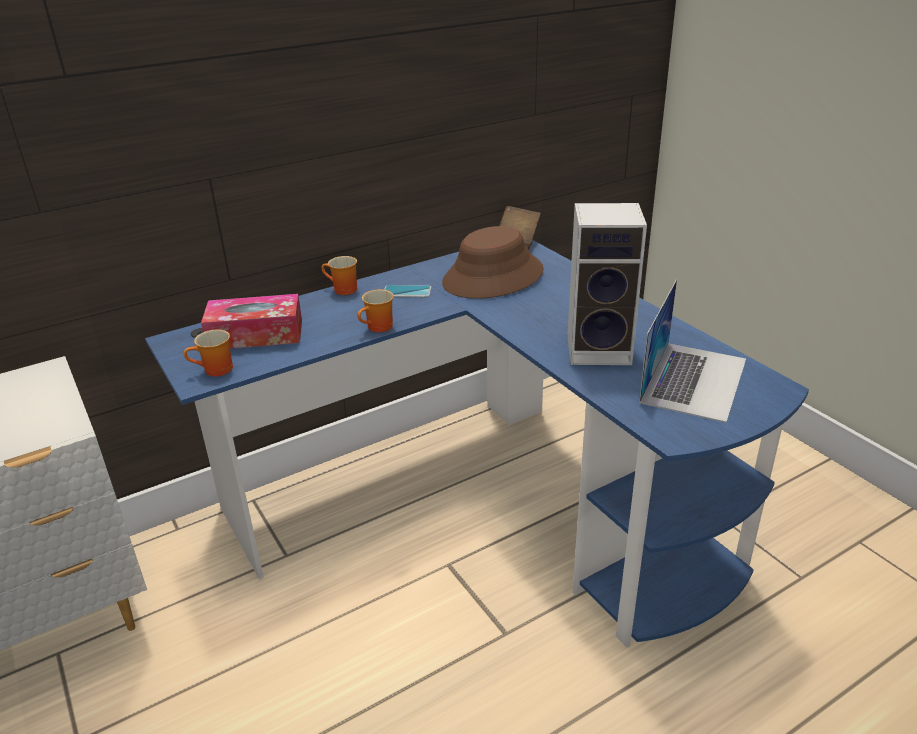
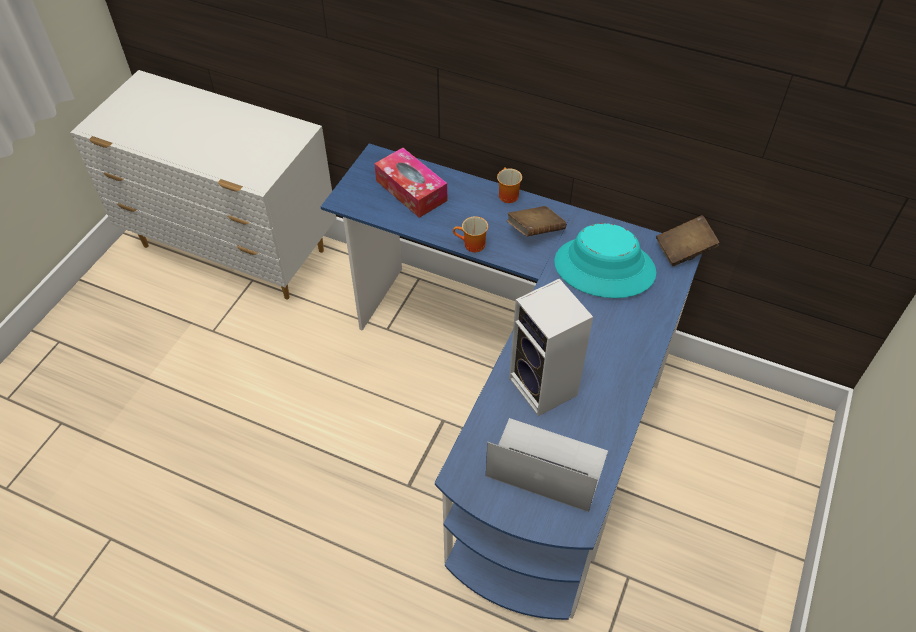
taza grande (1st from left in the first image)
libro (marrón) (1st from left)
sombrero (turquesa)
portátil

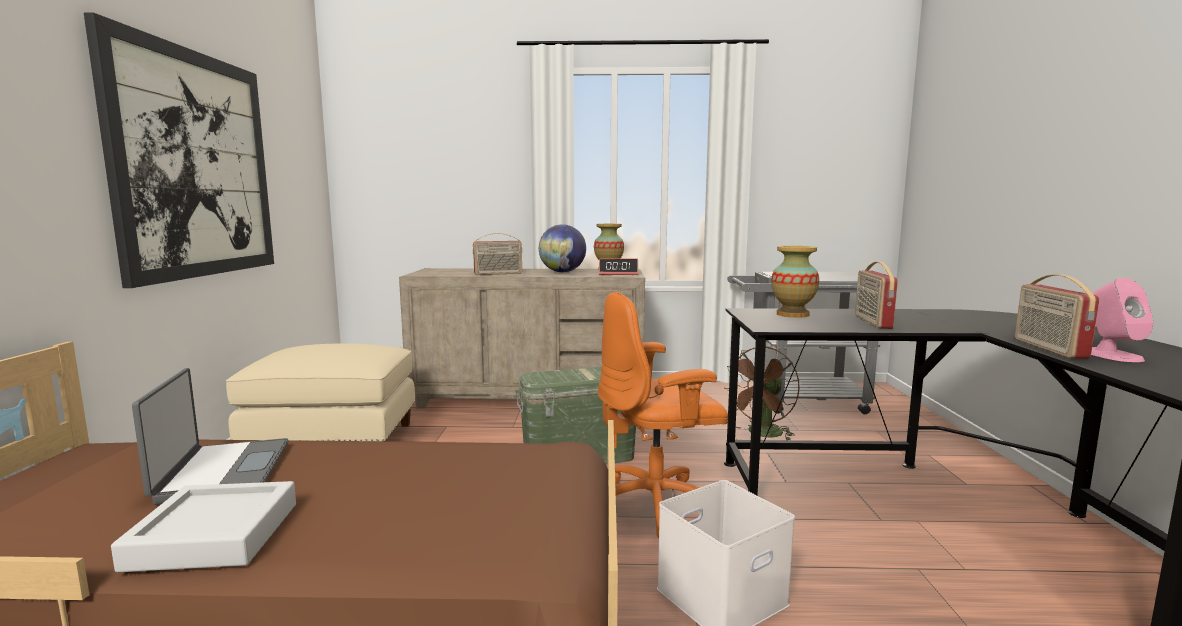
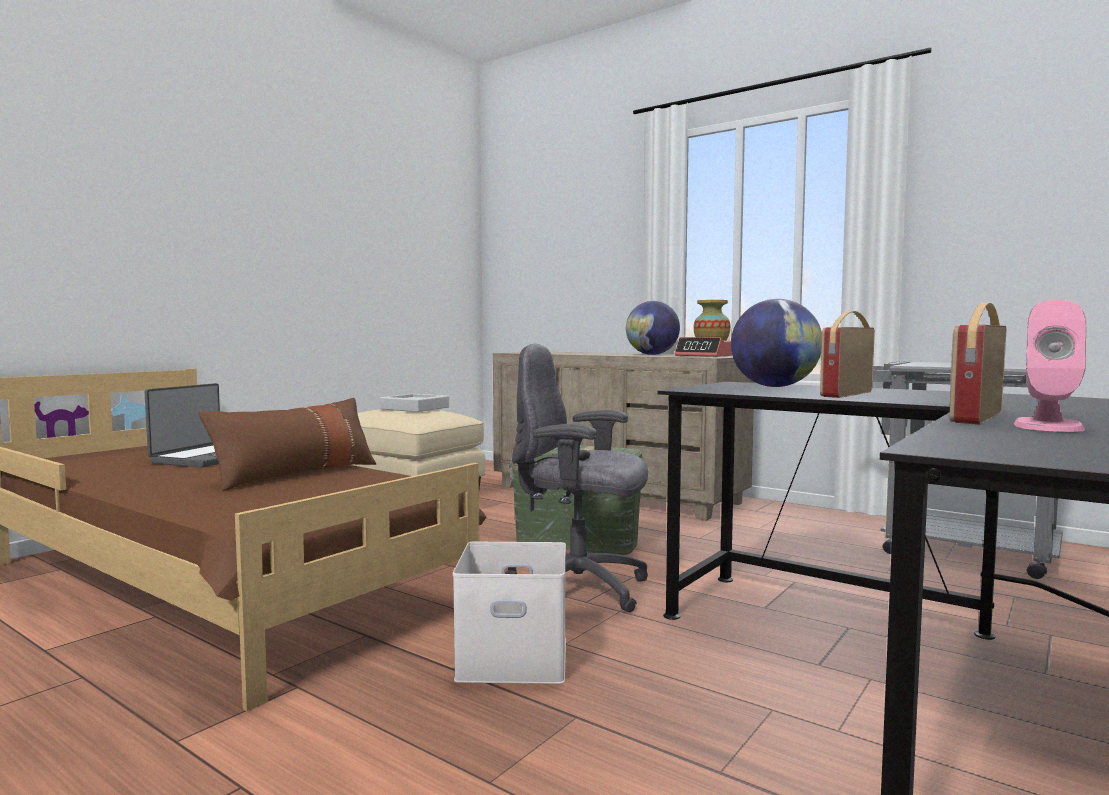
cuadro
radio (1st from left in the first image)
ventilador (marrón)
cojín (marrón)
bandeja (gris)
globo terráqueo (2nd from left)
silla de oficina (gris)

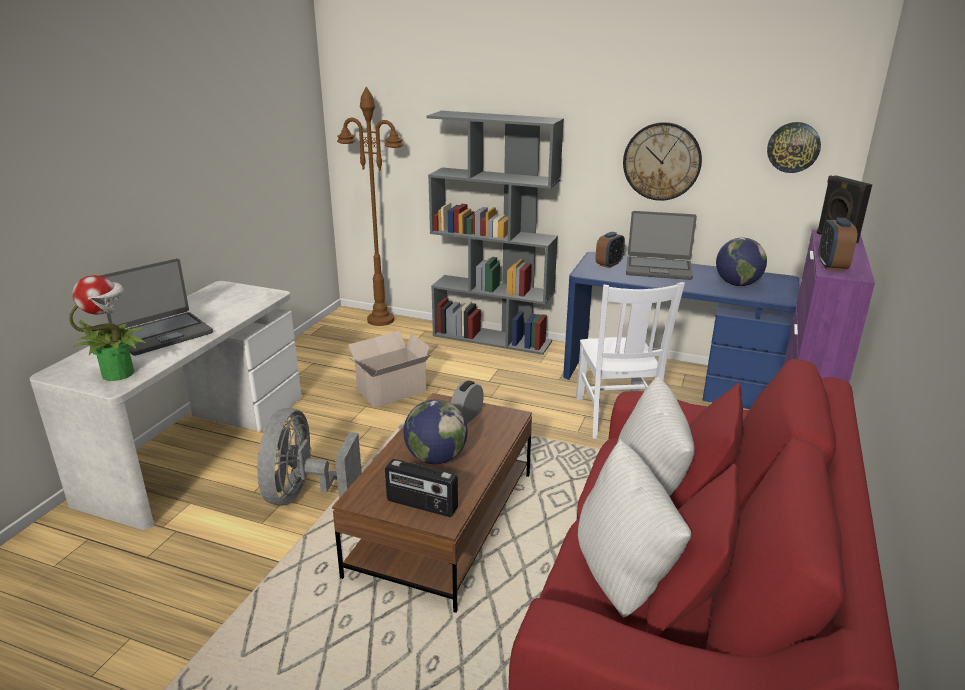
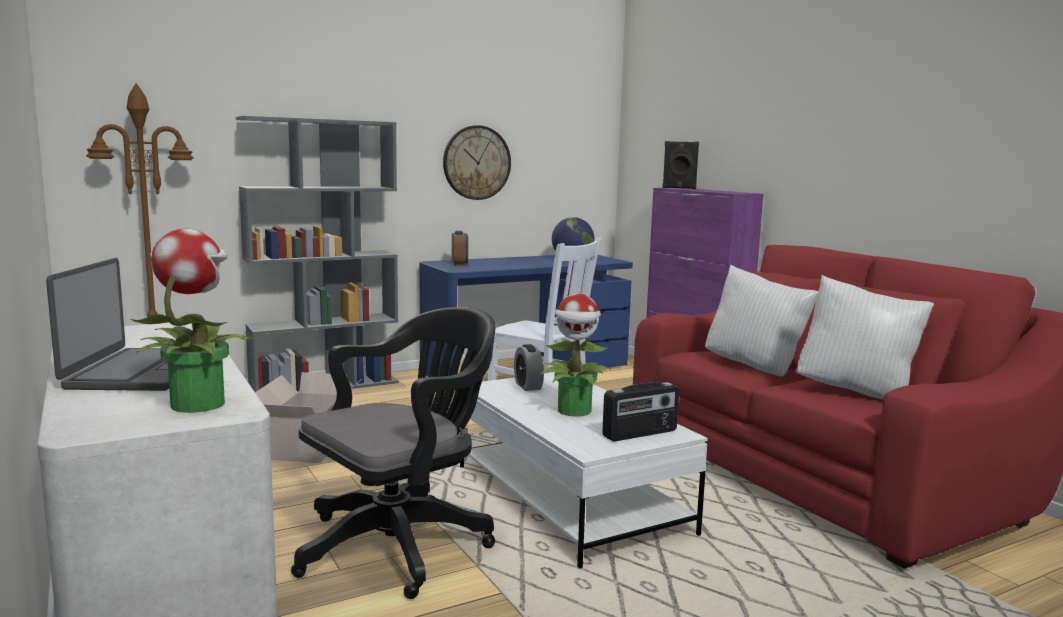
portátil (2nd from left in the first image)
reloj de pared (2nd from left in the first image)
despertador (3rd from left in the first image)
silla de oficina (negro)
planta en maceta (2nd from left)
mesa de centro (blanco)

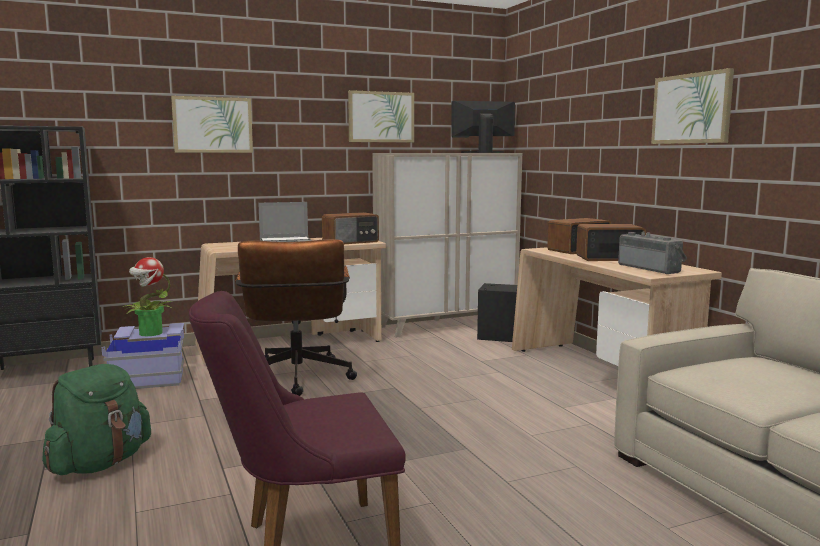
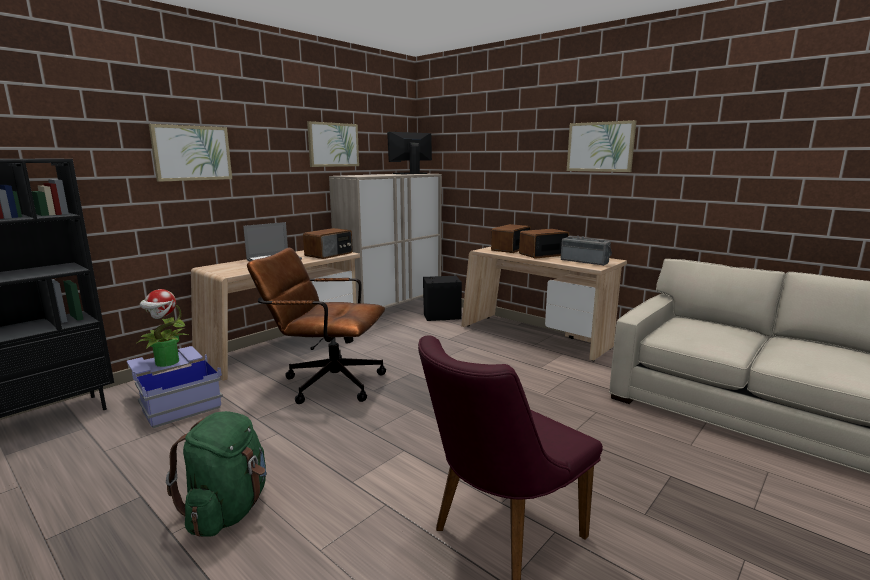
silla de oficina (marrón)

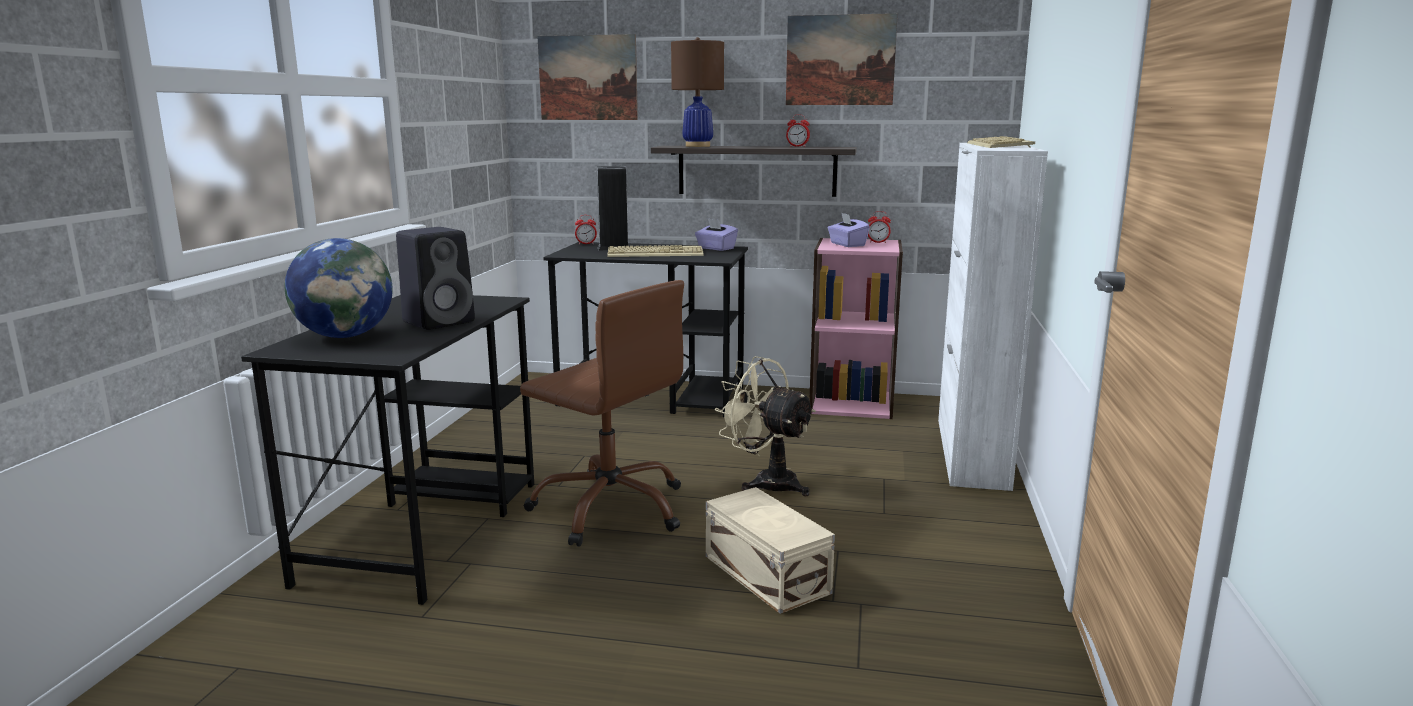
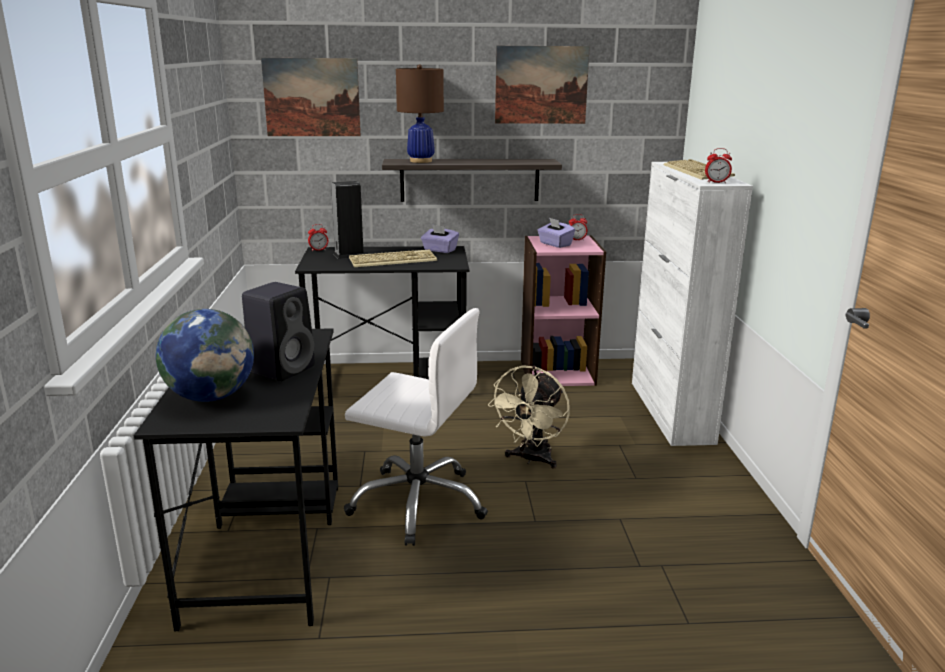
caja de almacenaje (beis)
despertador (3rd from left)
silla de oficina (blanco)
ventilador (beis)

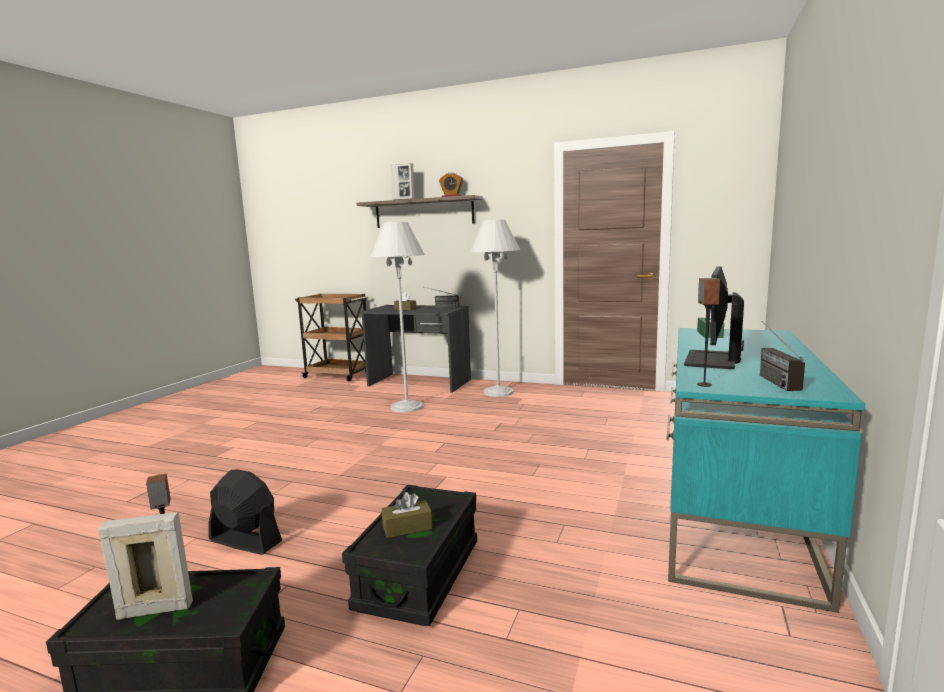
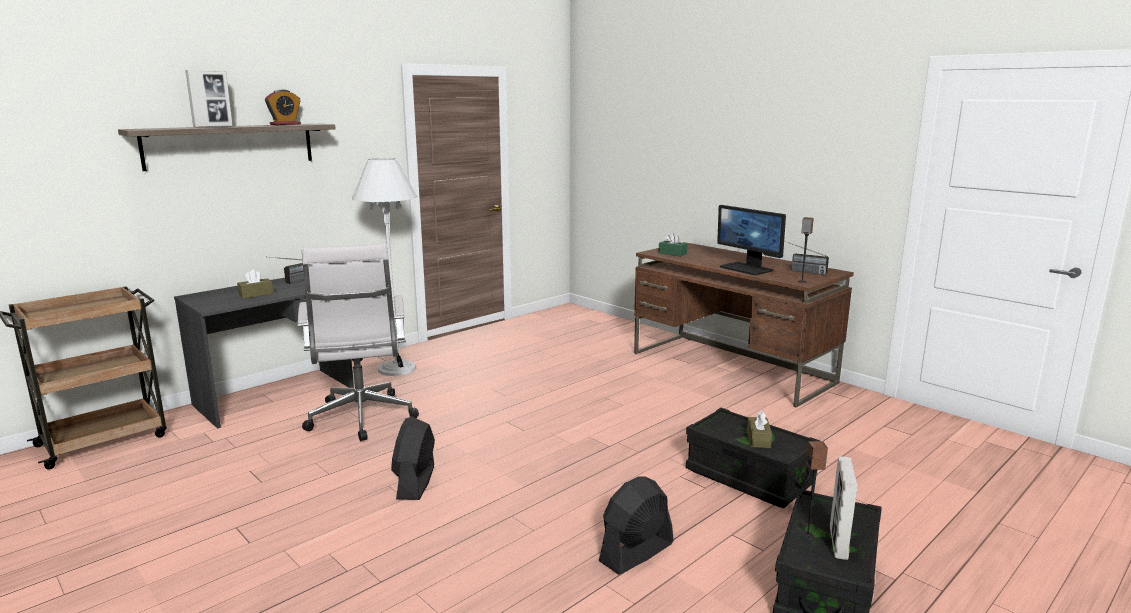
ventilador (negro) (1st from left)
silla de oficina (blanco)
escritorio (marrón)

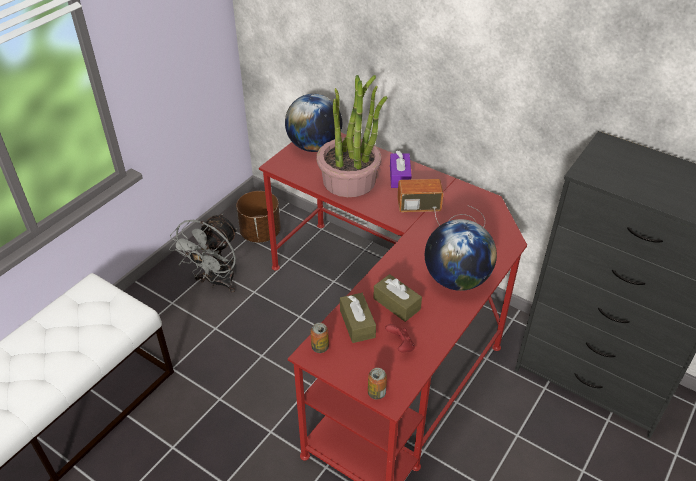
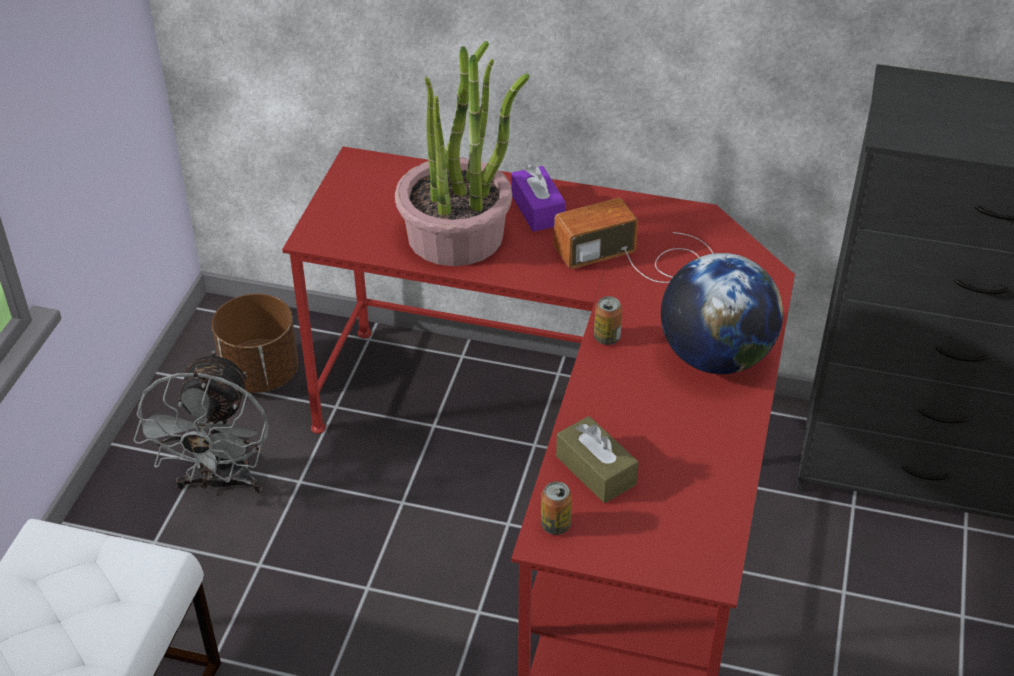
globo terráqueo (1st from left in the first image)
caja de pañuelos (marrón) (2nd from left in the first image)
mando de consola (rojo)
lata (2nd from left)

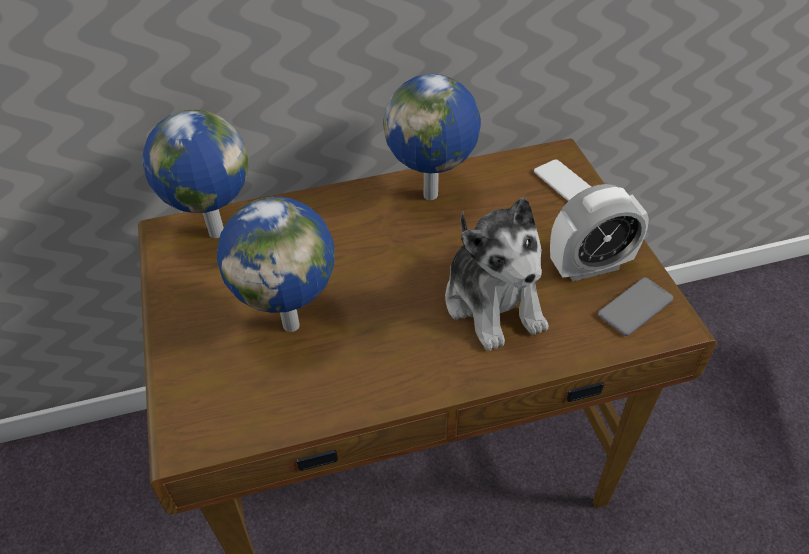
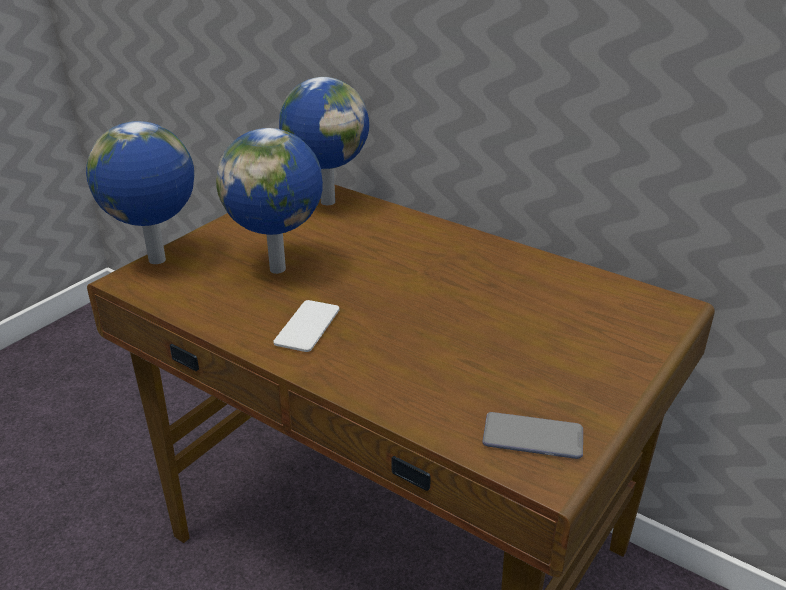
peluche
despertador
globo terráqueo (1st from left)
móvil (1st from left)

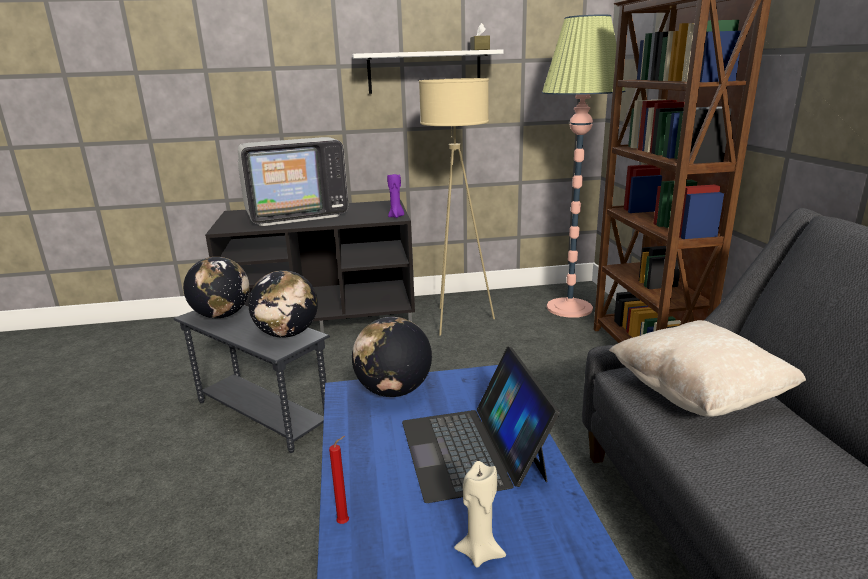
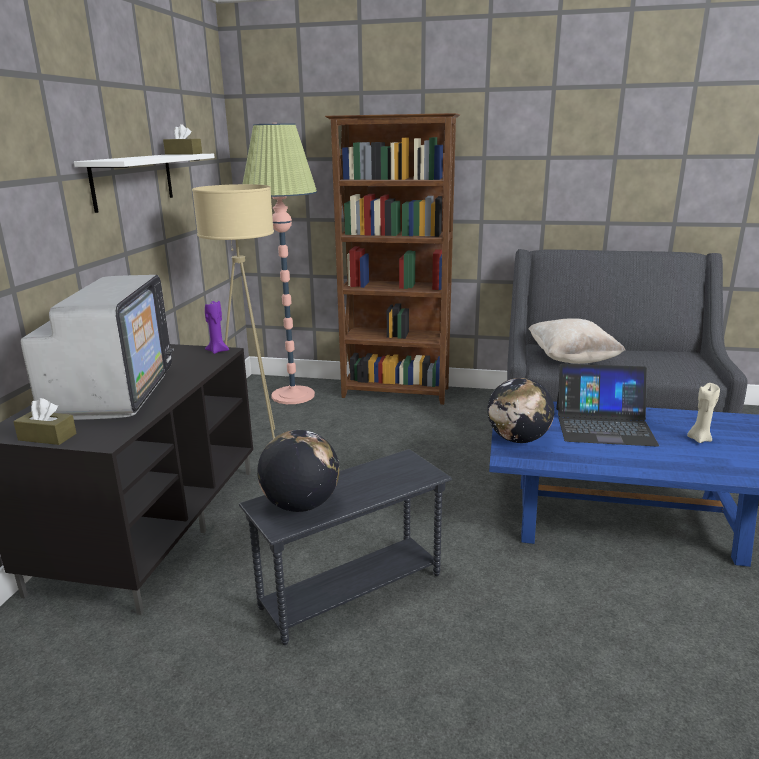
globo terráqueo (2nd from left in the first image)
vela (rojo)
caja de pañuelos (marrón) (1st from left)

